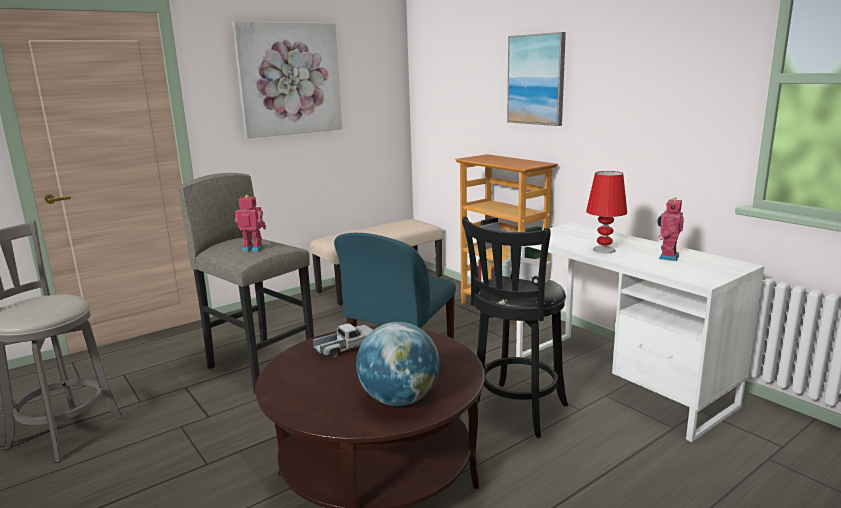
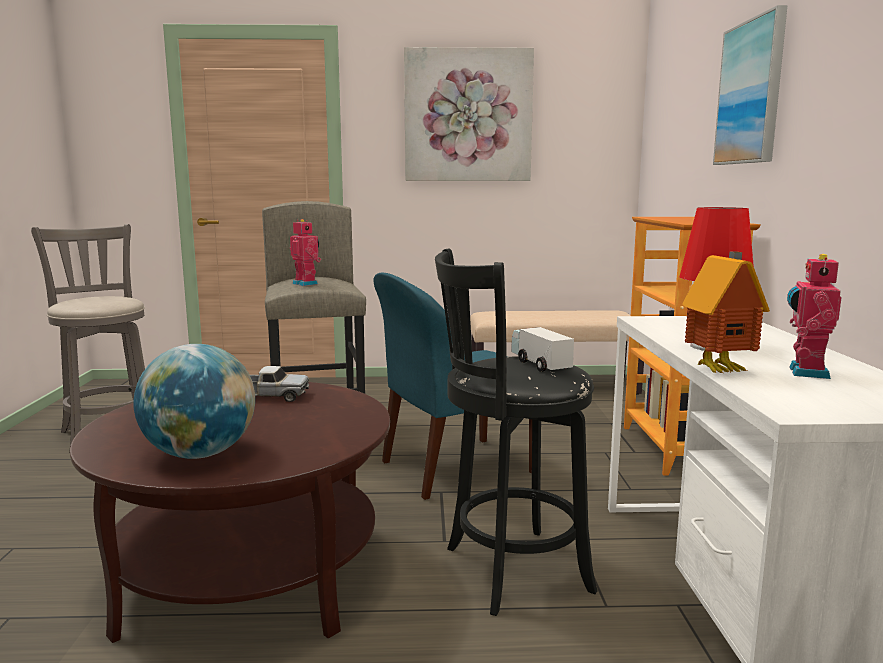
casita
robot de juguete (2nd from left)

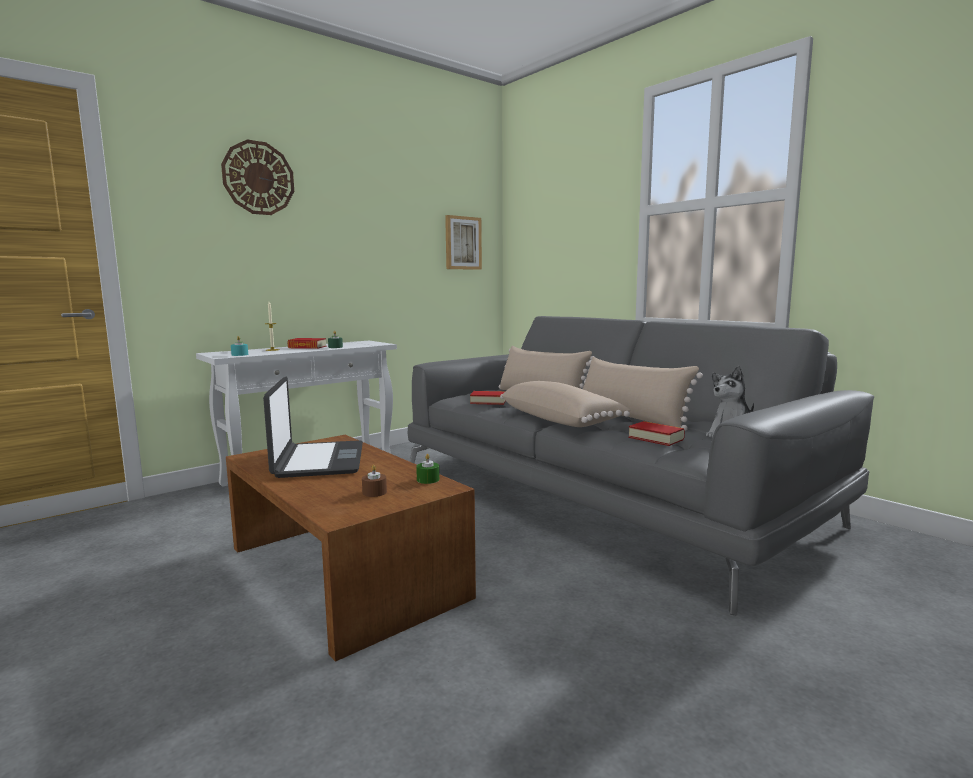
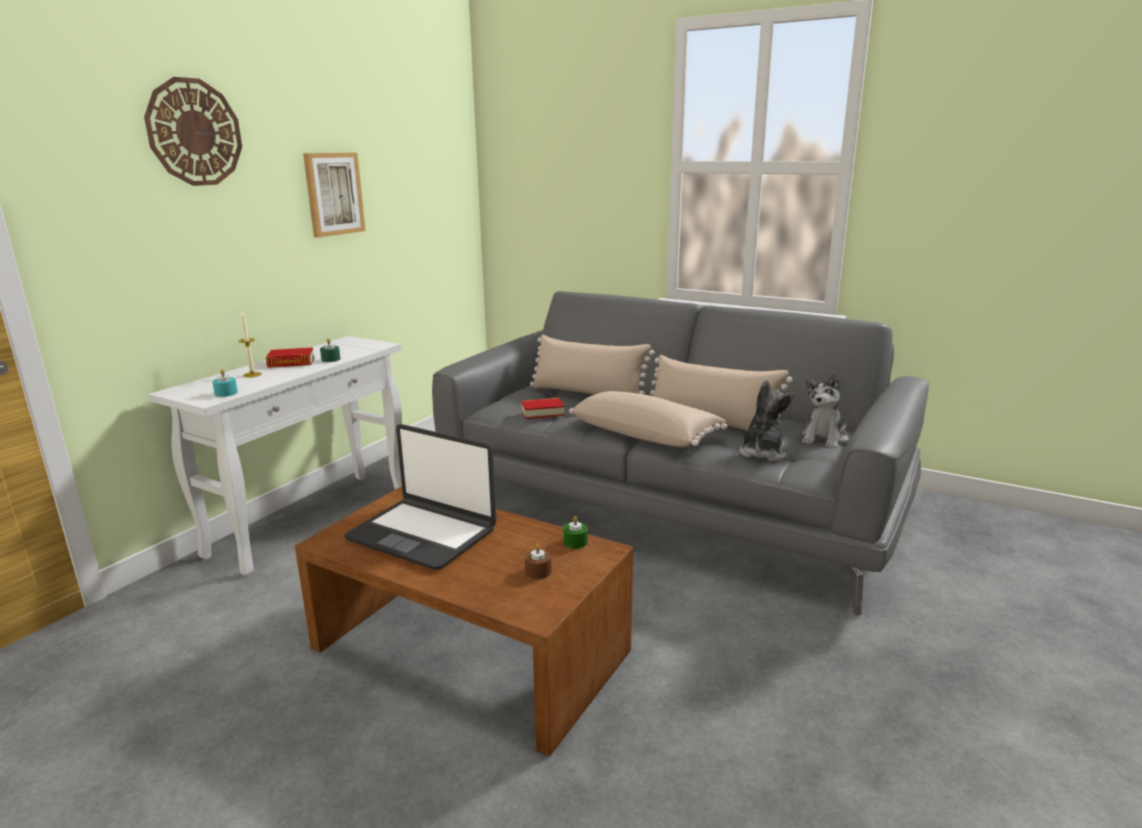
cuadro
peluche (1st from left)
portátil

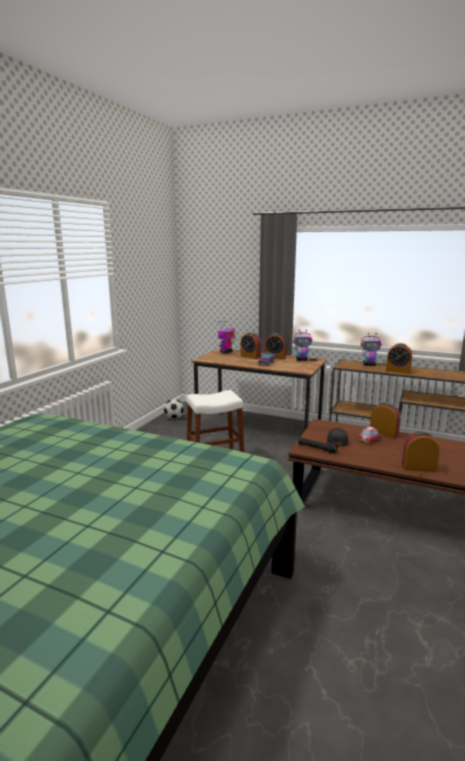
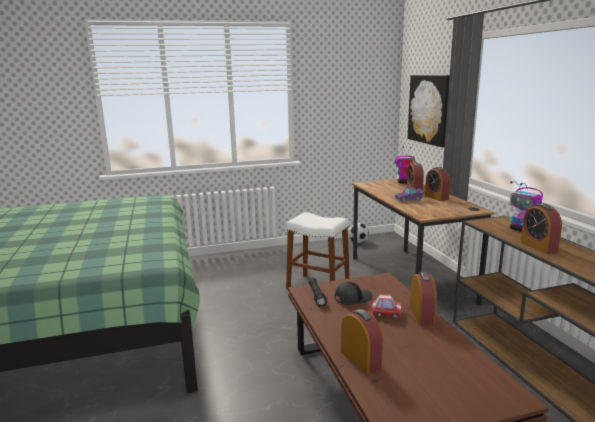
robot de juguete (2nd from left in the first image)
cuadro

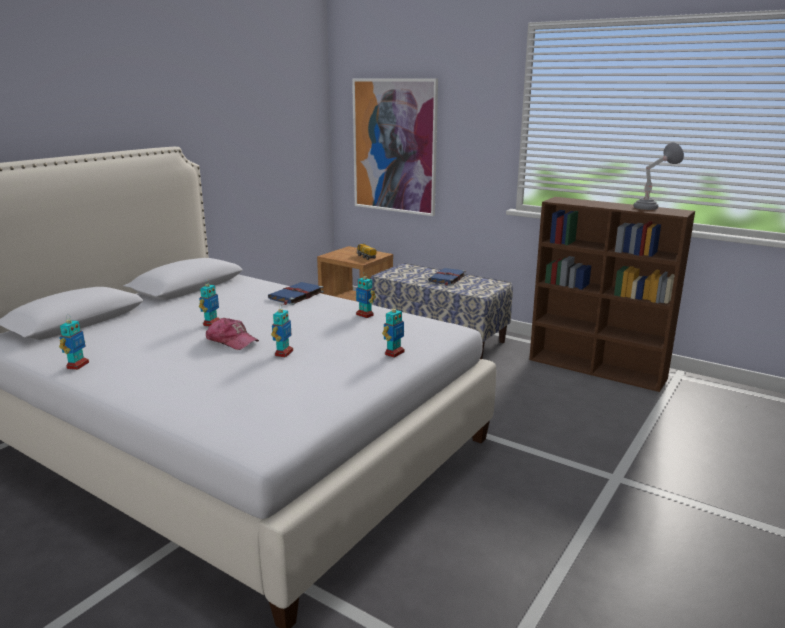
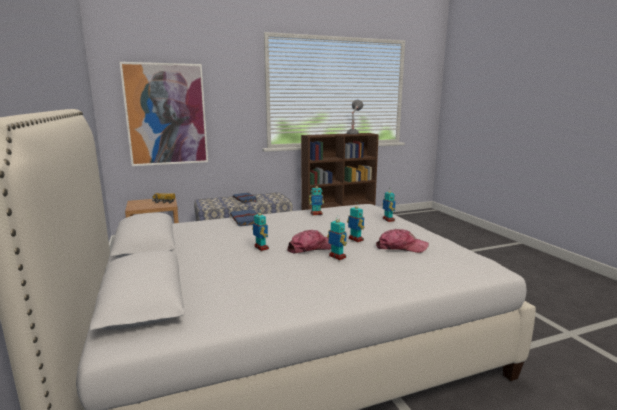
gorra (2nd from left)
robot de juguete (3rd from left)

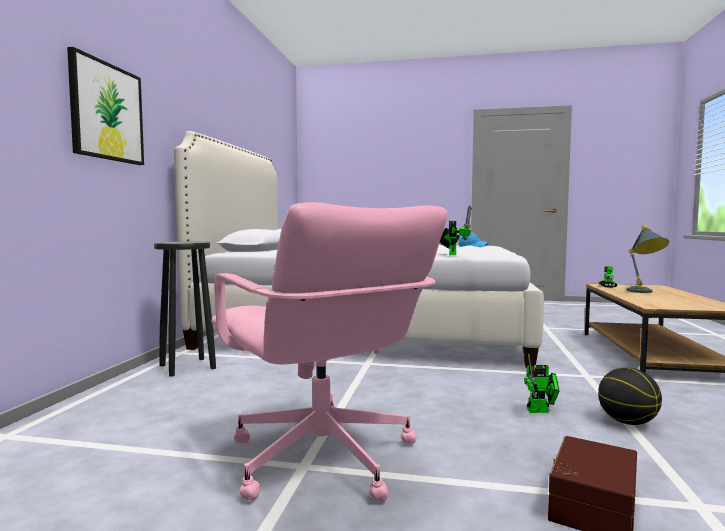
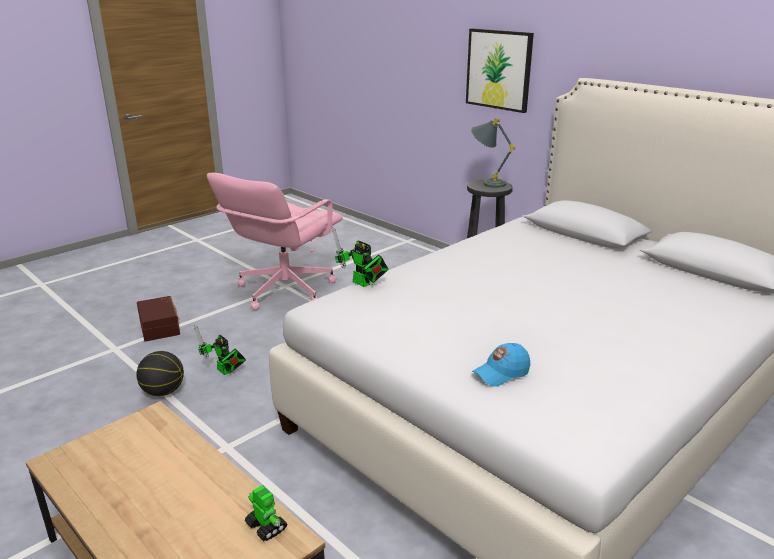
lámpara de mesa (gris)
silla de oficina (rosa)
robot de juguete (1st from left)

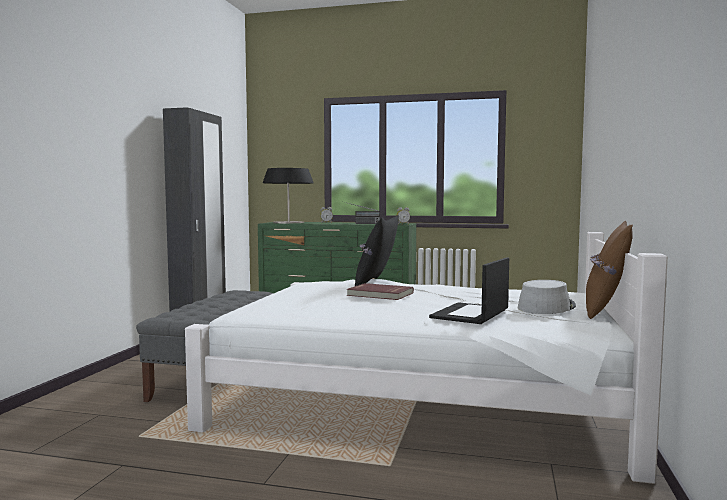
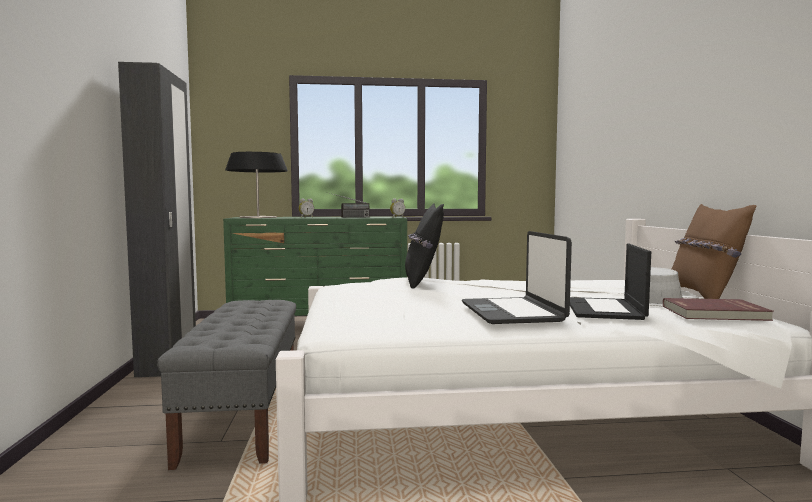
portátil (1st from left)
libro (rojo)

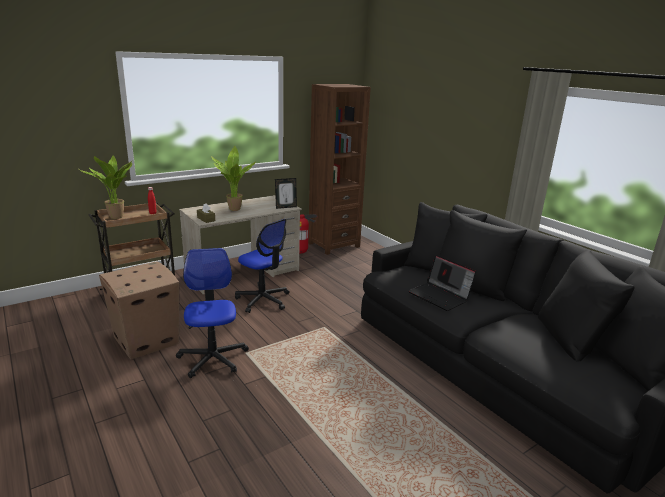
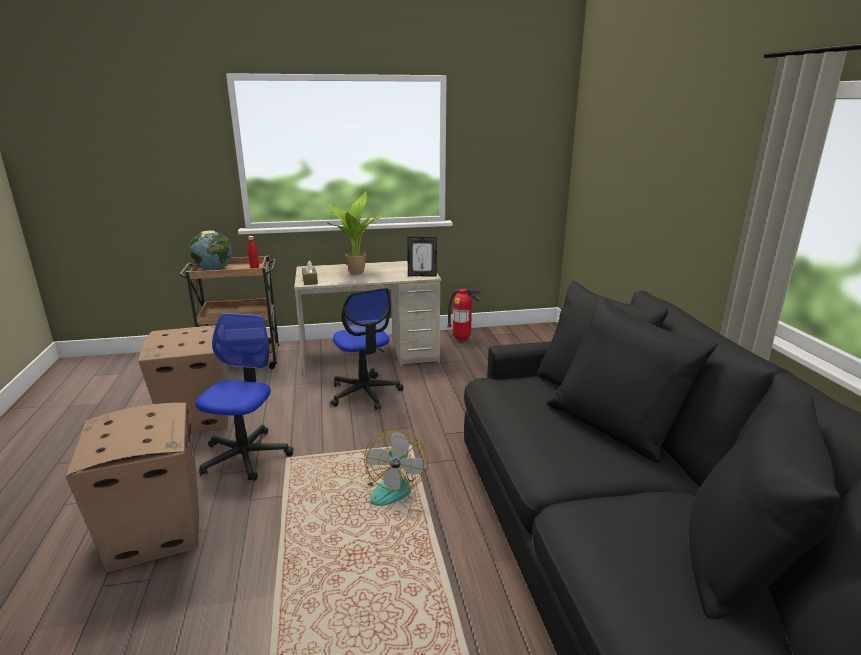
estantería (marrón)
portátil
caja de cartón (1st from left)
ventilador
globo terráqueo

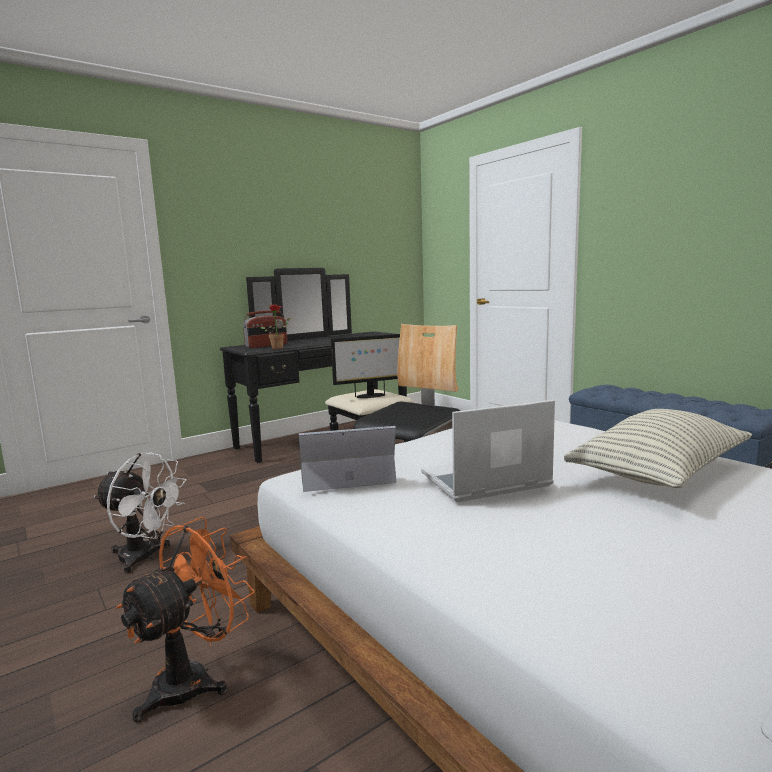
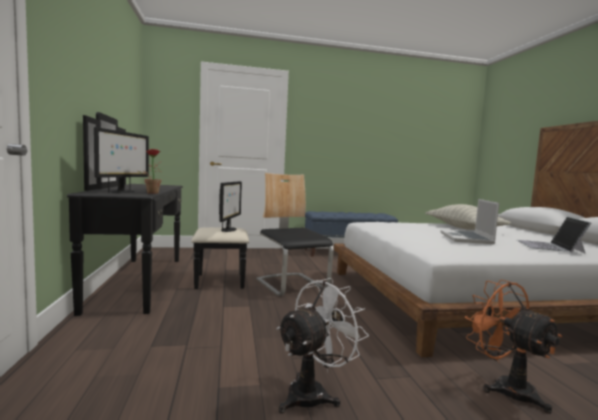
portátil (2nd from left)
monitor (1st from left)

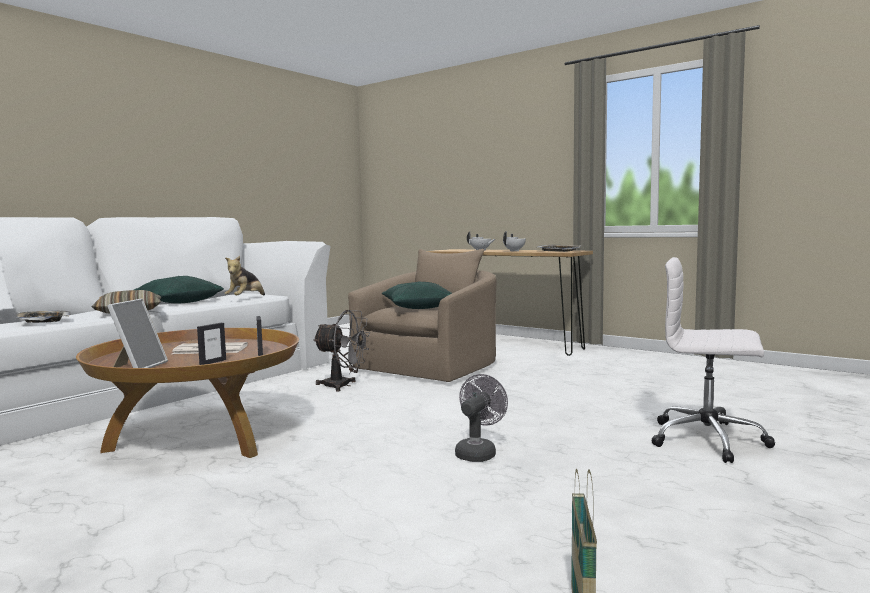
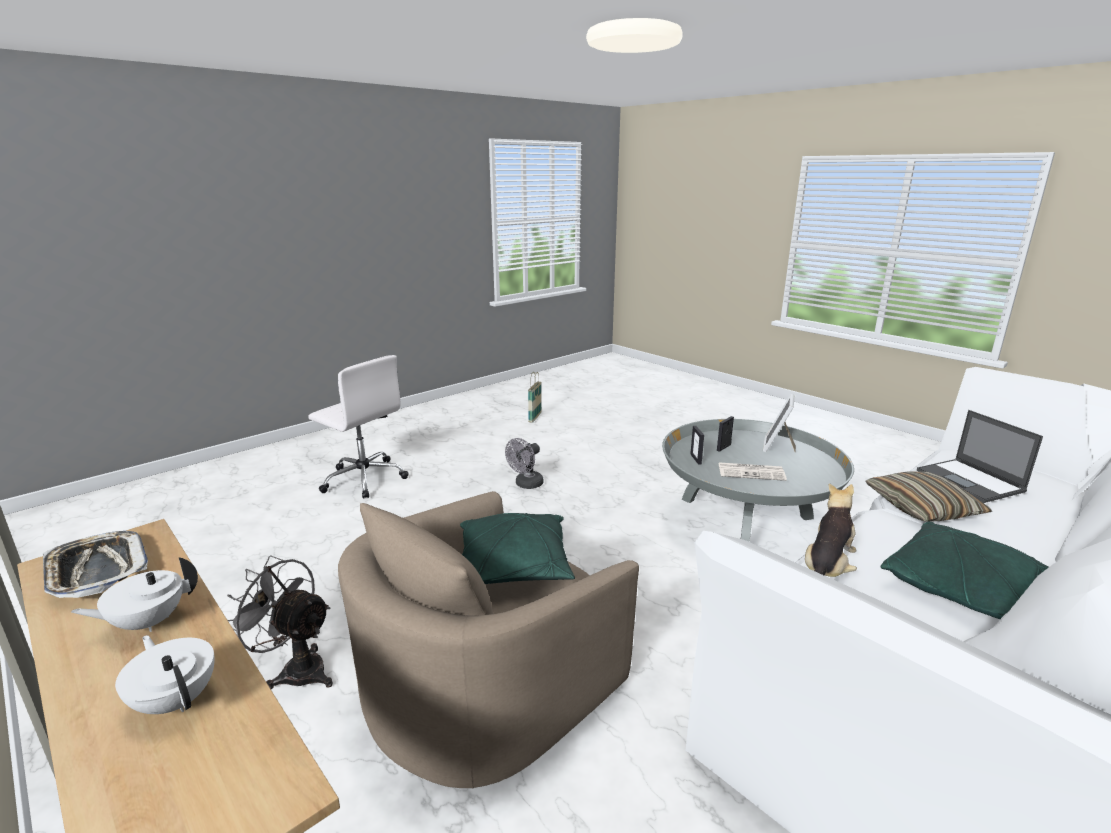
ventilador (gris) (1st from left)
portátil
mesa de centro (gris)

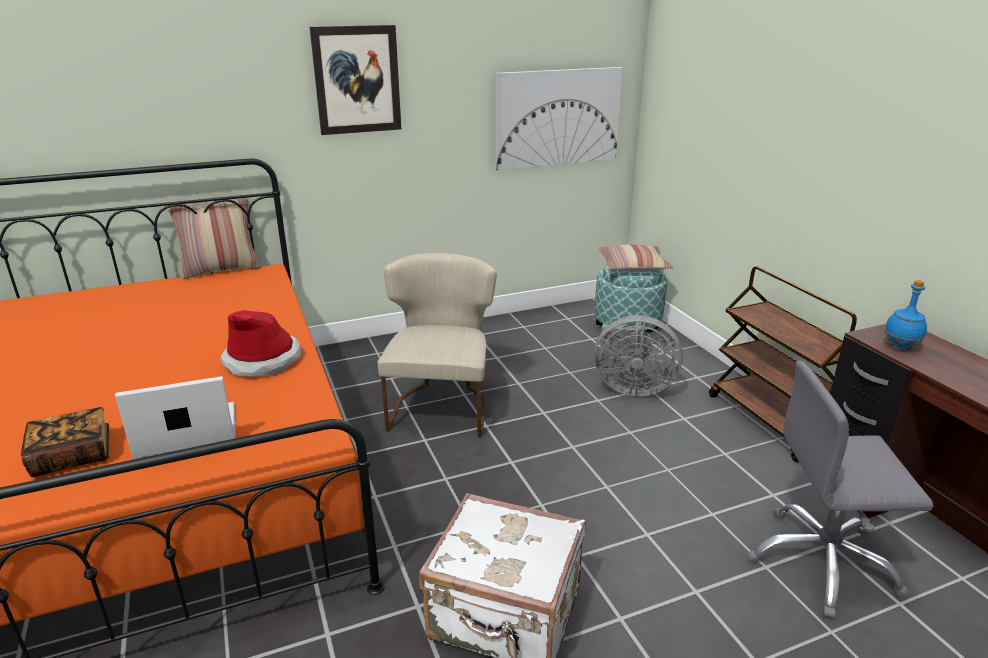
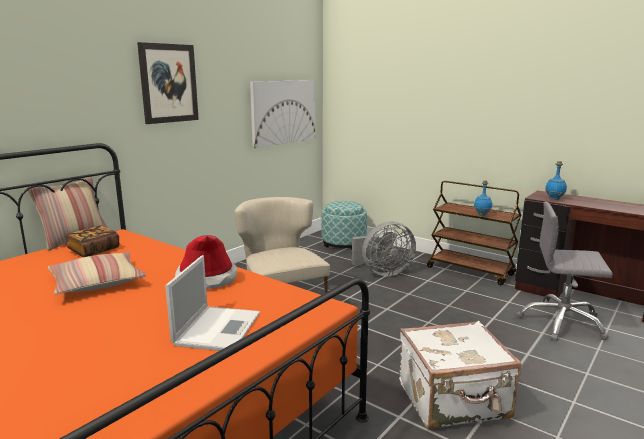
botella (azul) (1st from left)
libro
cojín (2nd from left)
portátil
silla de oficina (gris)

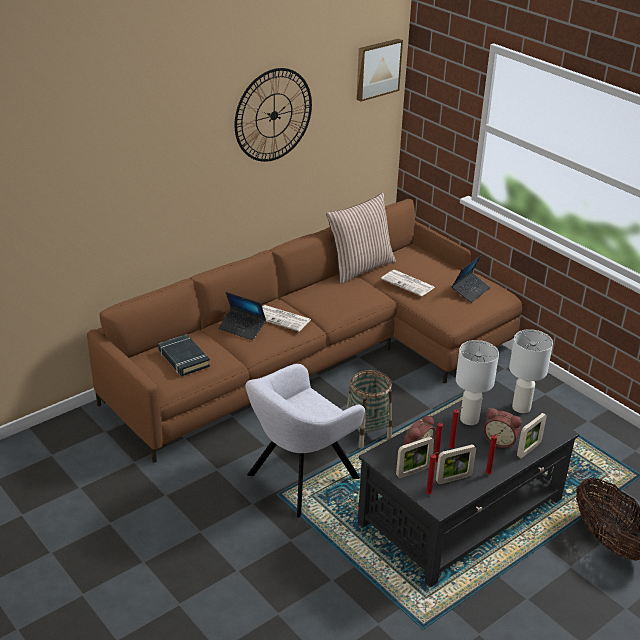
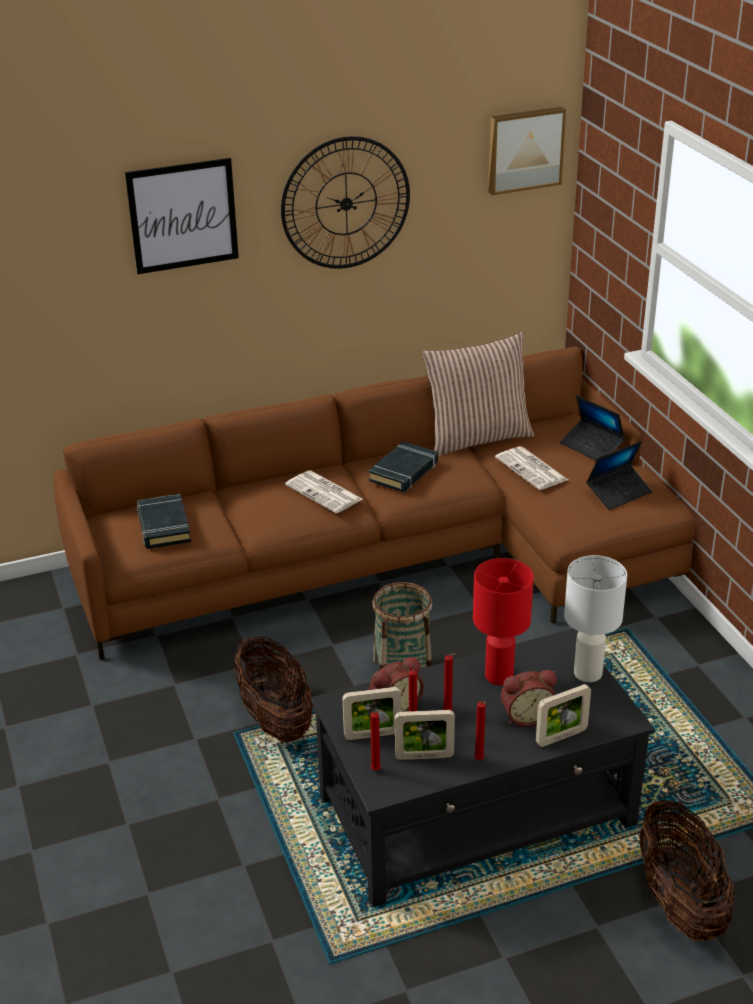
cuadro (1st from left)
libro (negro) (2nd from left)
portátil (1st from left)
cesta (1st from left)
lámpara de mesa (rojo)
despertador (2nd from left)

